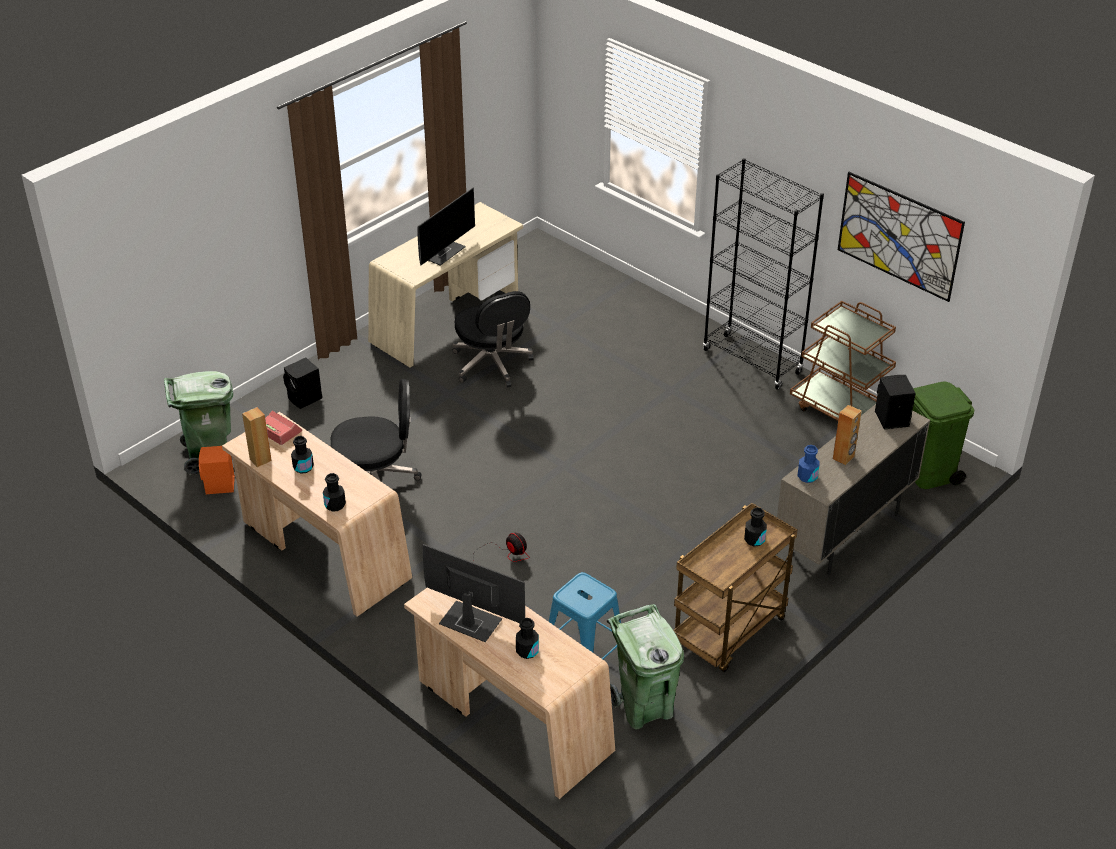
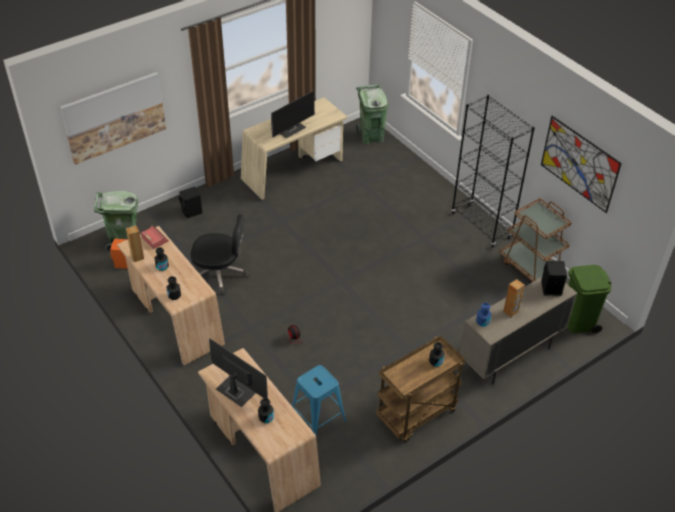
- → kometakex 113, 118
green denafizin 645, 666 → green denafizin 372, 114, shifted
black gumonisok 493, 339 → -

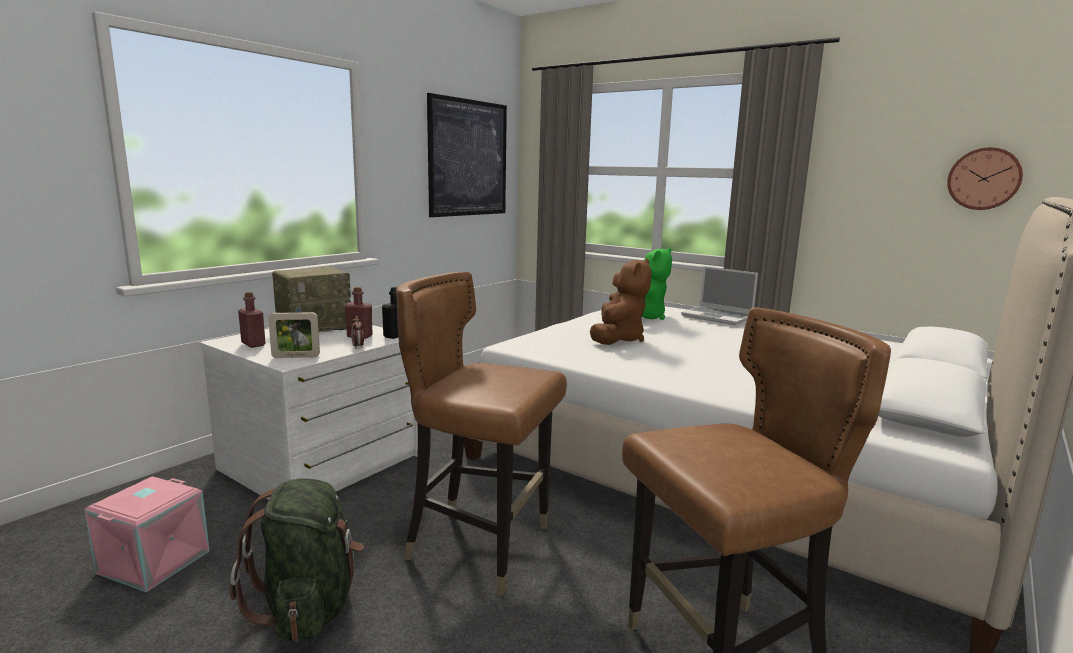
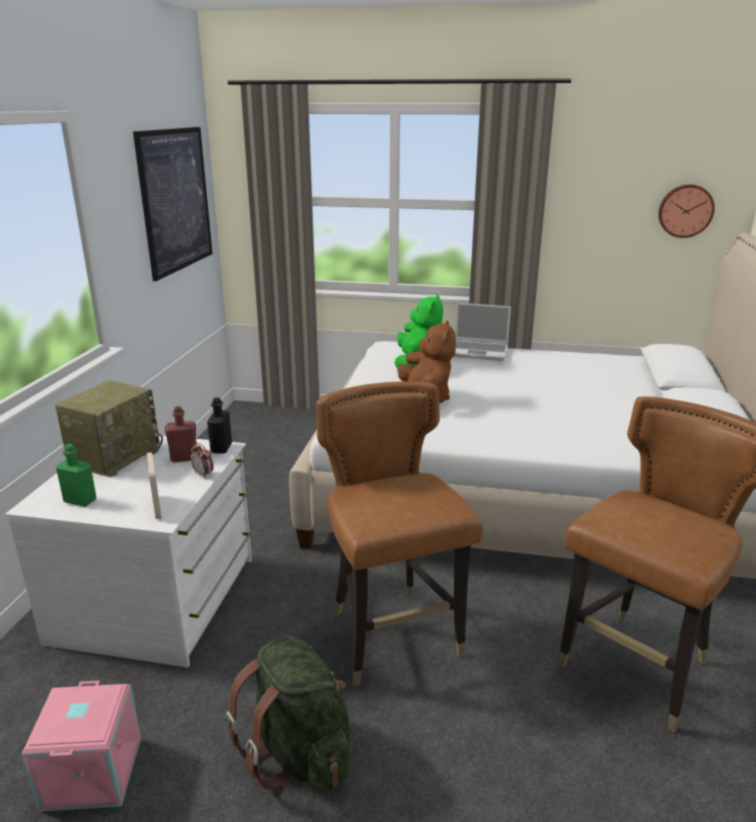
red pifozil 252, 320 → green pifozil 76, 475
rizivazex 294, 335 → rizivazex 153, 486, 75 degrees counterclockwise
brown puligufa 481, 434 → brown puligufa 400, 533, 75 degrees clockwise

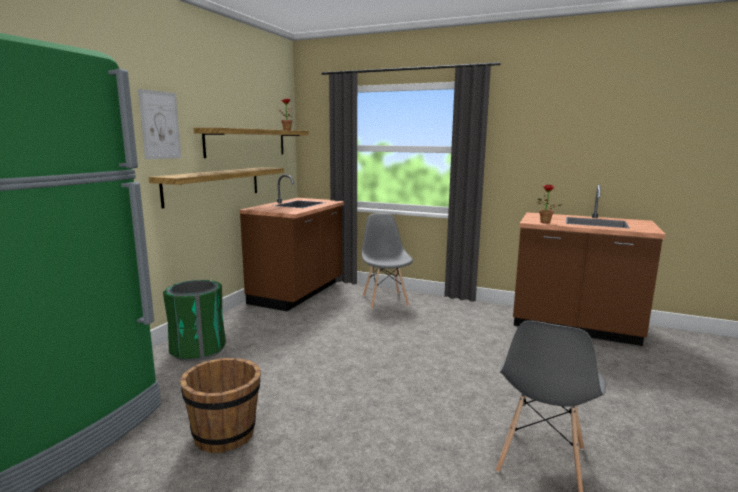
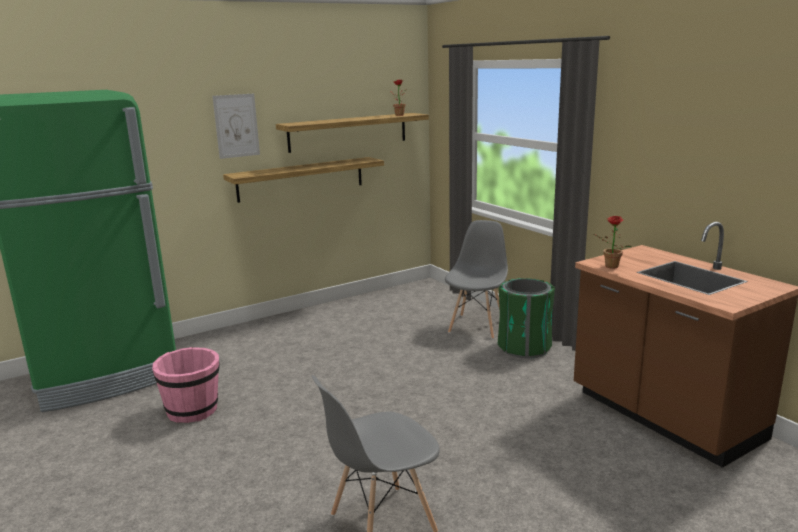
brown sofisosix 220, 405 → pink sofisosix 186, 385
green denafizin 194, 320 → green denafizin 526, 318, shifted
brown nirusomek 291, 243 → -

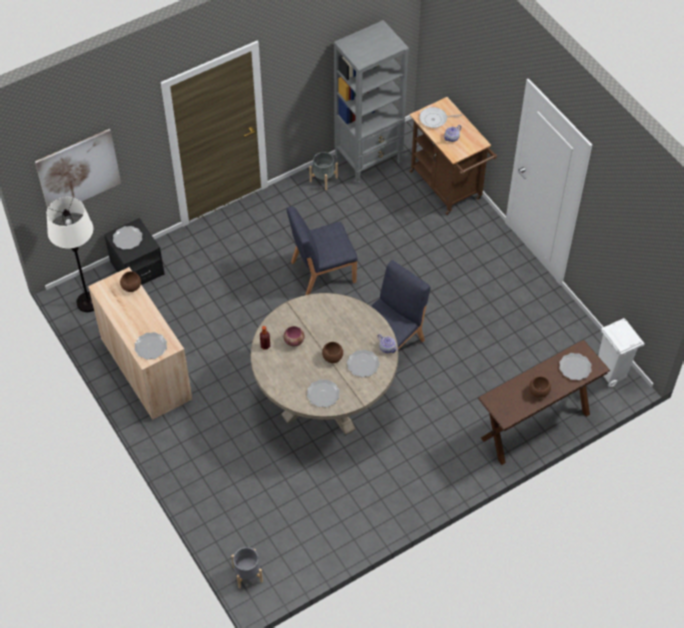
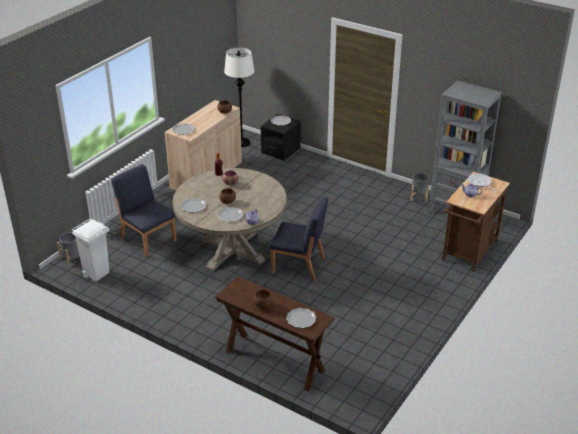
white denafizin 621, 352 → white denafizin 91, 250, shifted
blue puligufa 322, 250 → blue puligufa 144, 210, shifted
kometakex 78, 169 → -

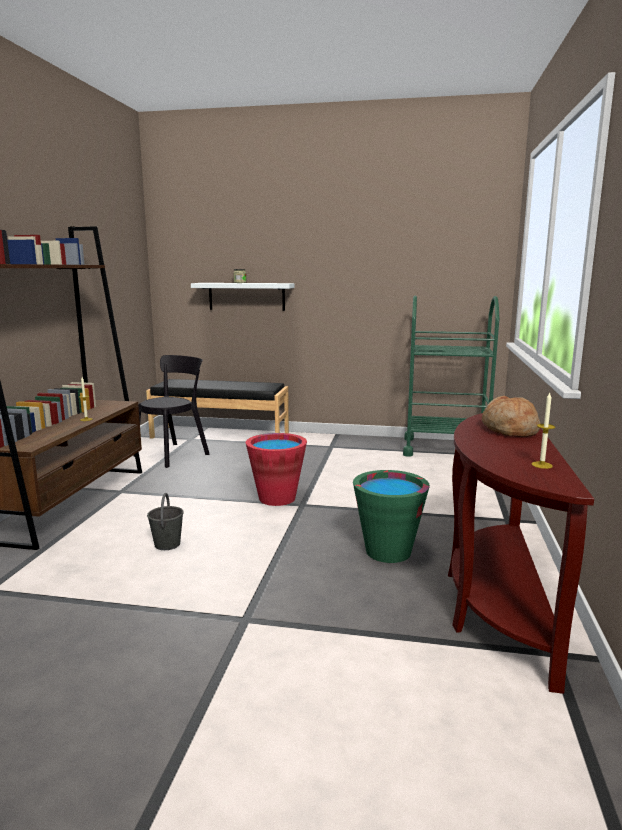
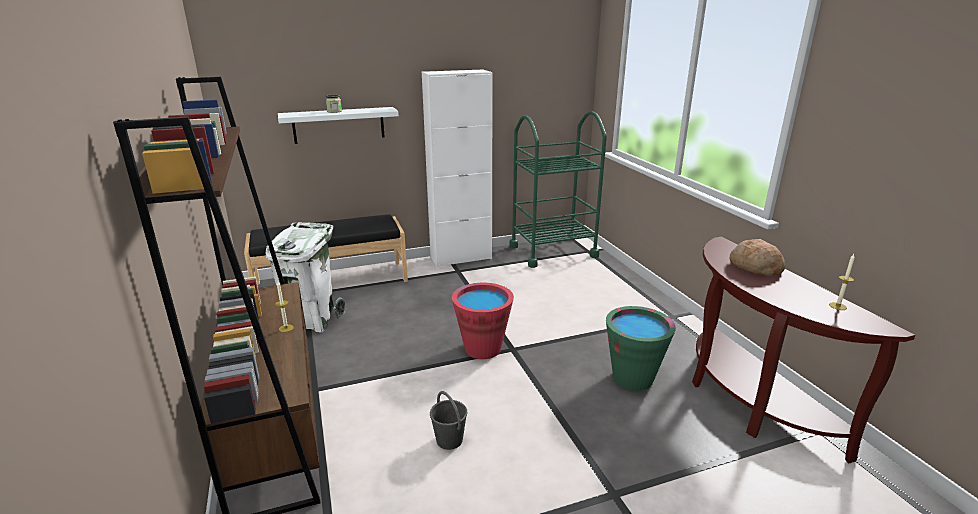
black puligufa 172, 411 → white denafizin 305, 277
- → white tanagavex 457, 168

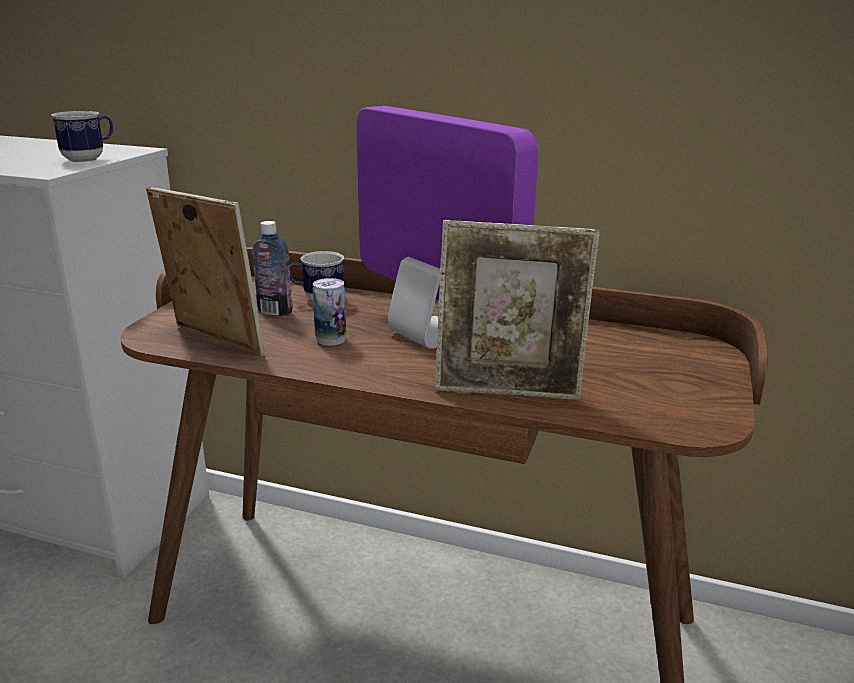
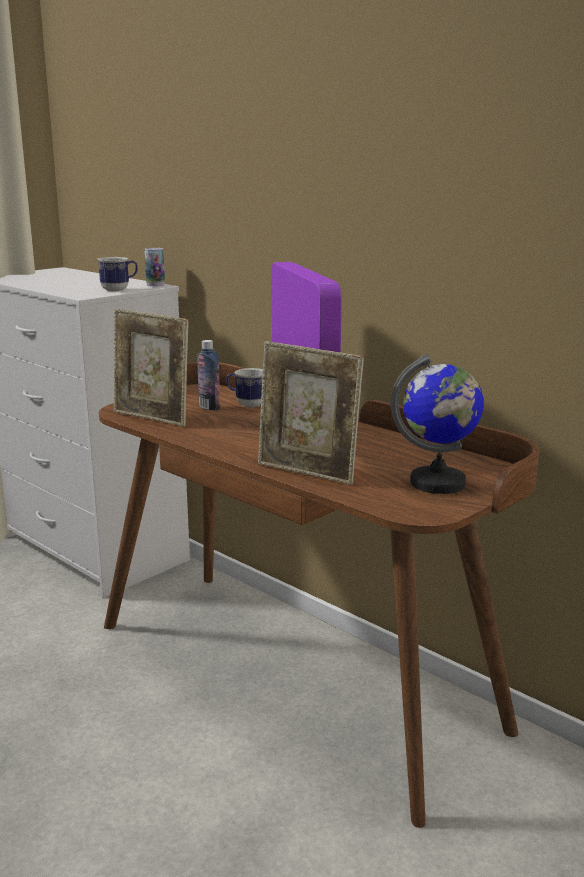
rizivazex 205, 271 → rizivazex 151, 368, 150 degrees clockwise
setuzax 329, 311 → setuzax 154, 267, shifted
- → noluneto 436, 424

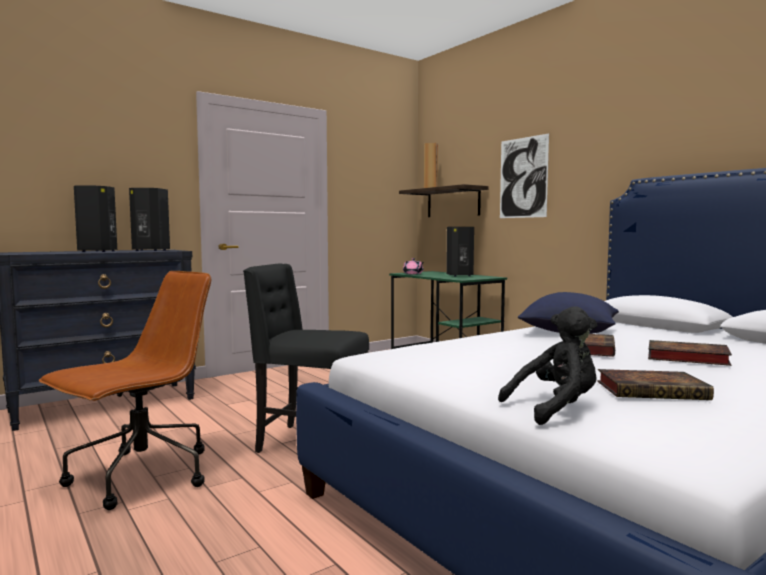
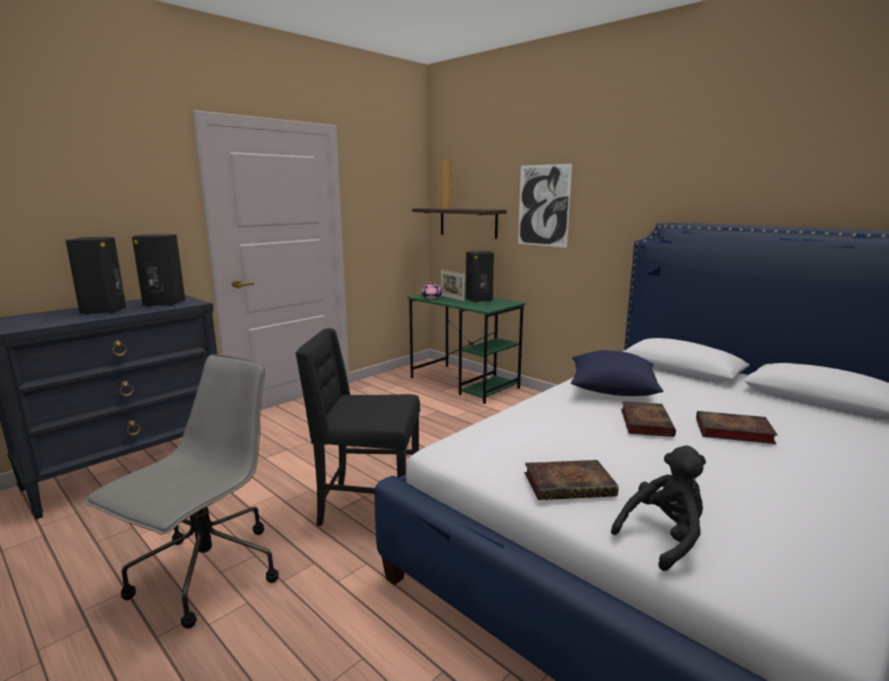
brown gumonisok 125, 390 → grey gumonisok 181, 491
- → rizivazex 453, 285
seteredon 655, 384 → seteredon 571, 480, shifted

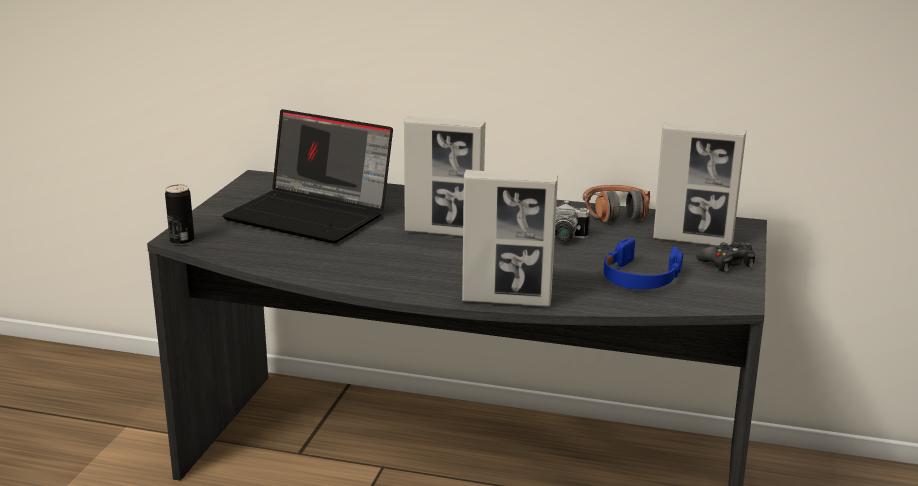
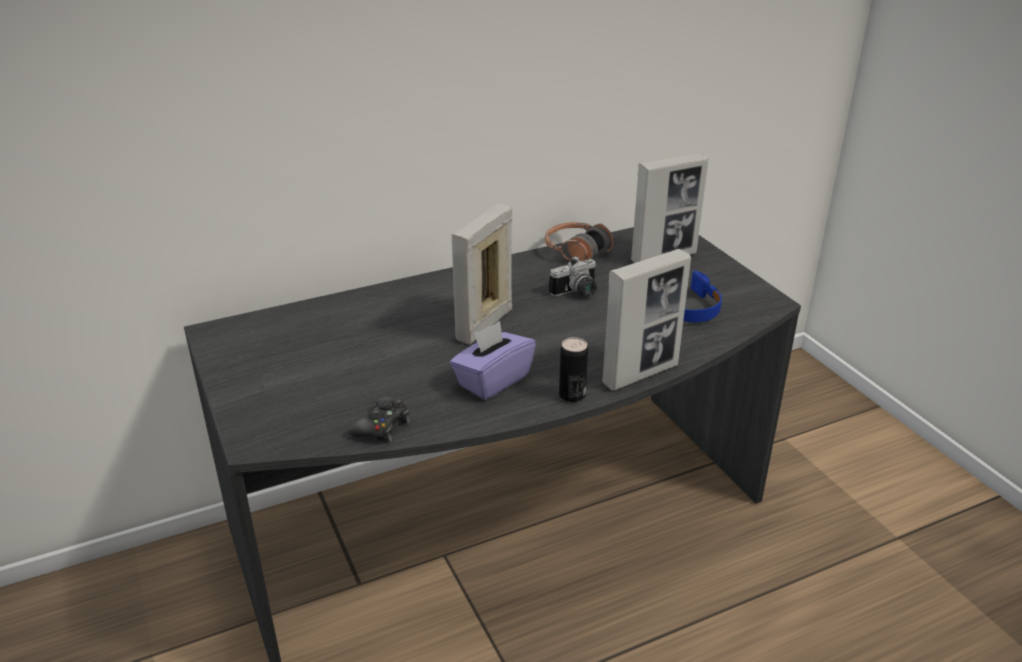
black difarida 725, 257 → black difarida 379, 419, shifted
- → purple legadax 493, 360
rizivazex 445, 176 → rizivazex 482, 274, 150 degrees clockwise
setuzax 179, 214 → setuzax 573, 369, shifted
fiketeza 307, 176 → -

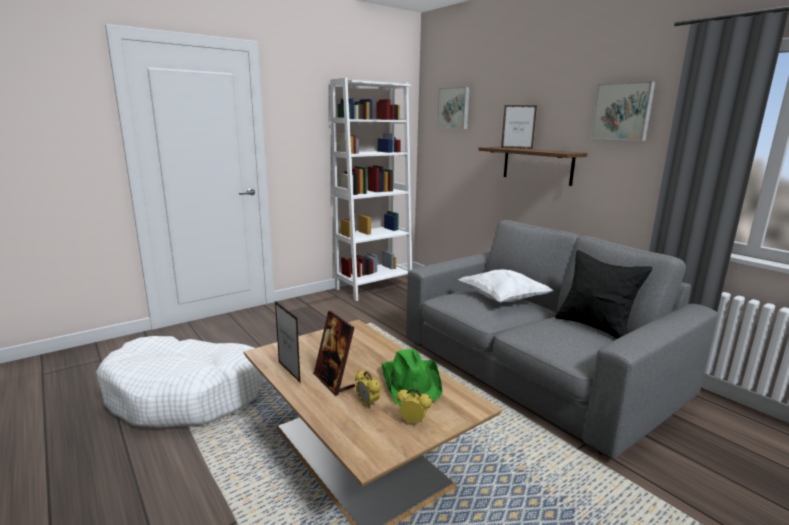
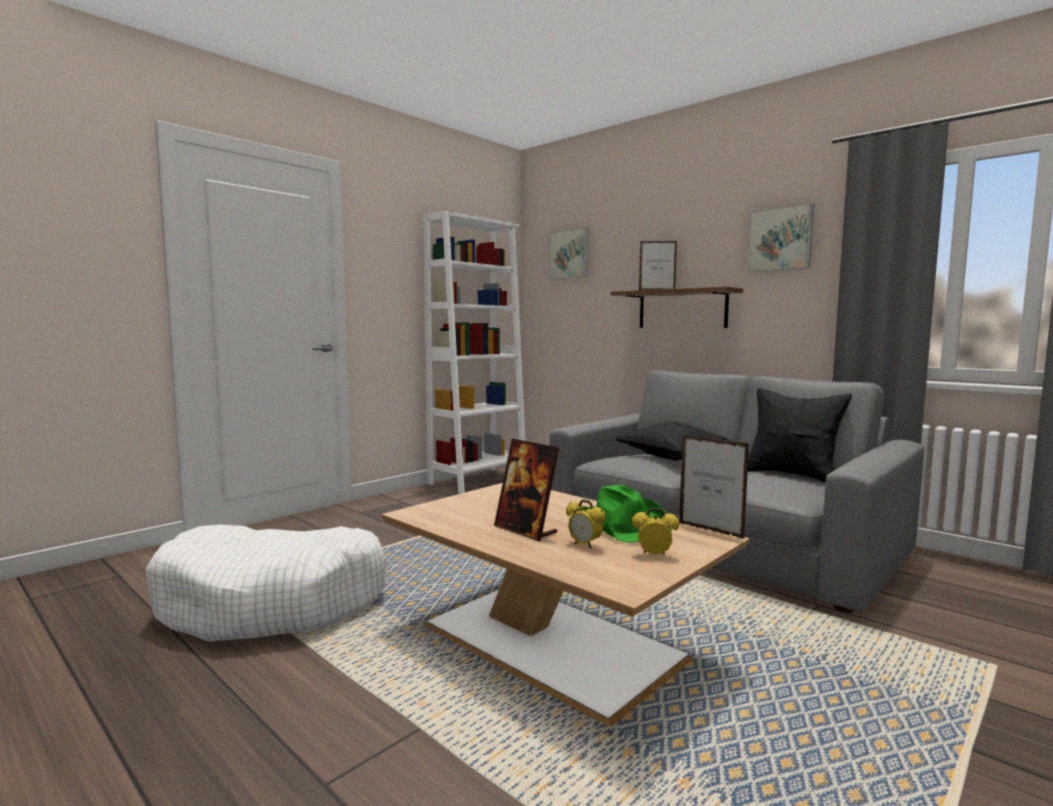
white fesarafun 506, 286 → black fesarafun 672, 441
rizivazex 287, 341 → rizivazex 714, 486, shifted

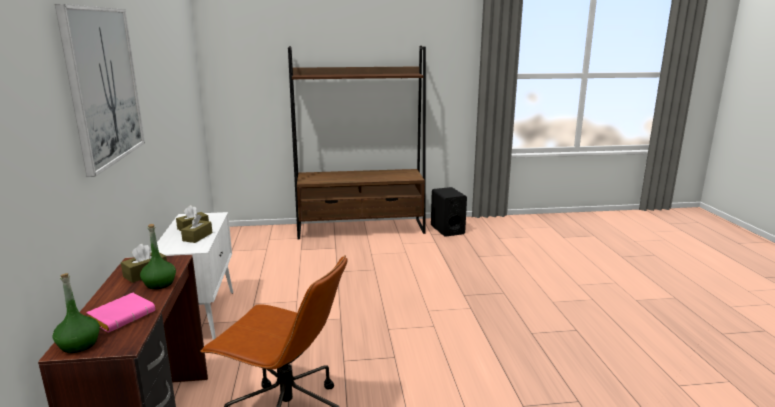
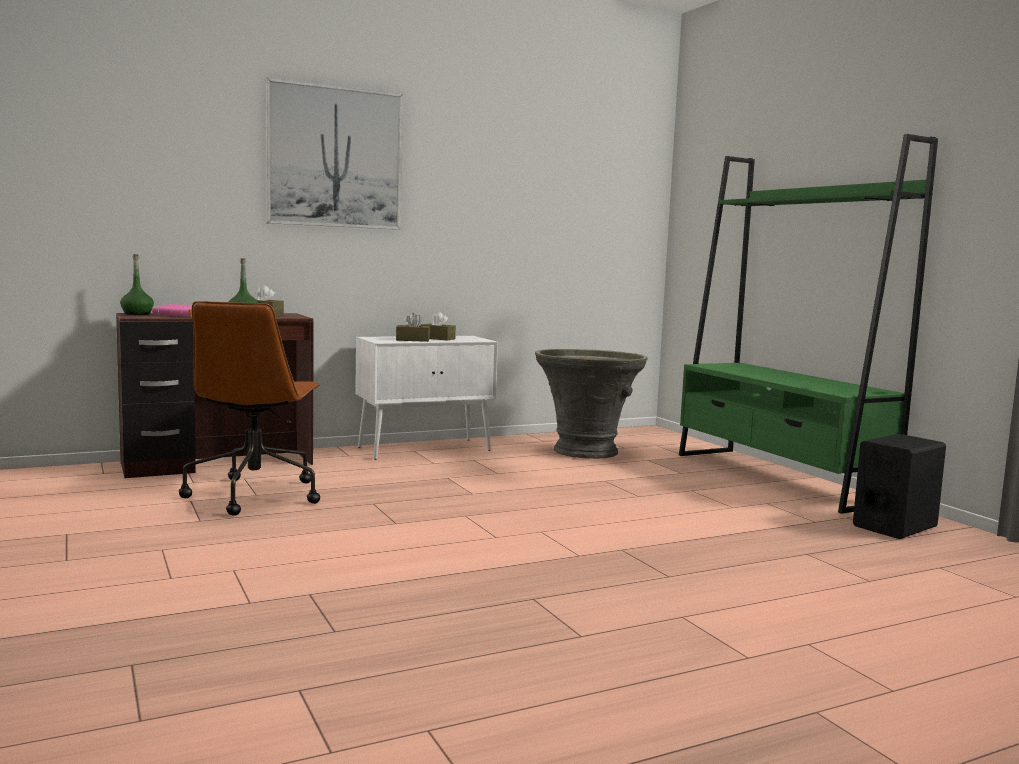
- → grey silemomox 591, 404
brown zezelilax 357, 142 → green zezelilax 808, 324

